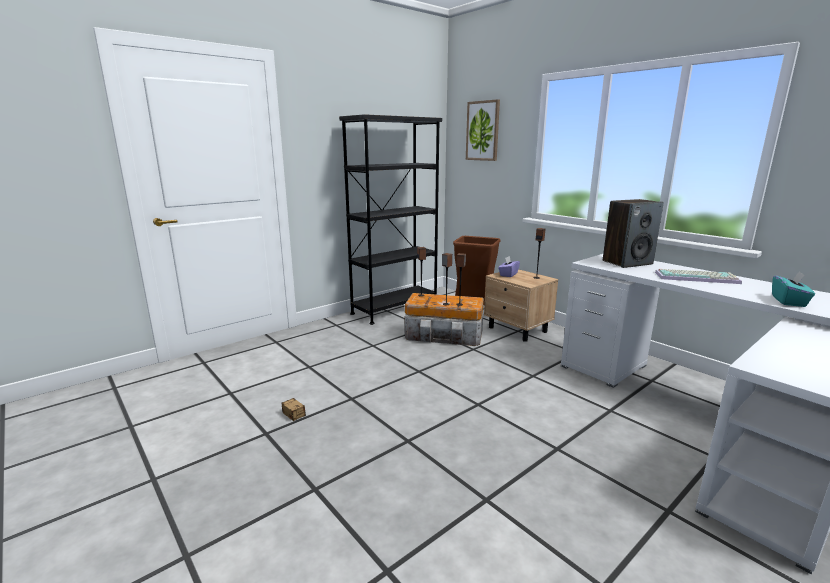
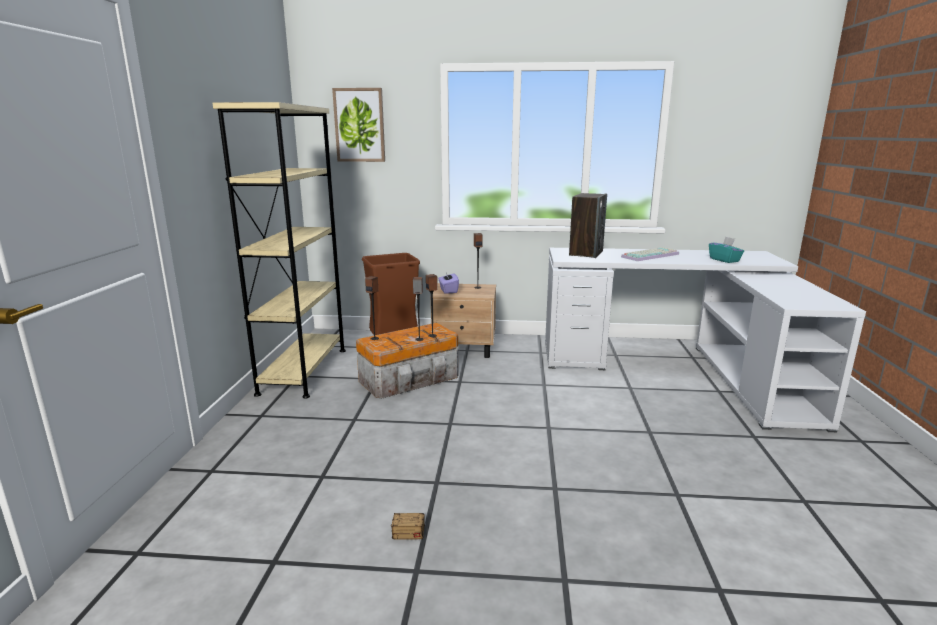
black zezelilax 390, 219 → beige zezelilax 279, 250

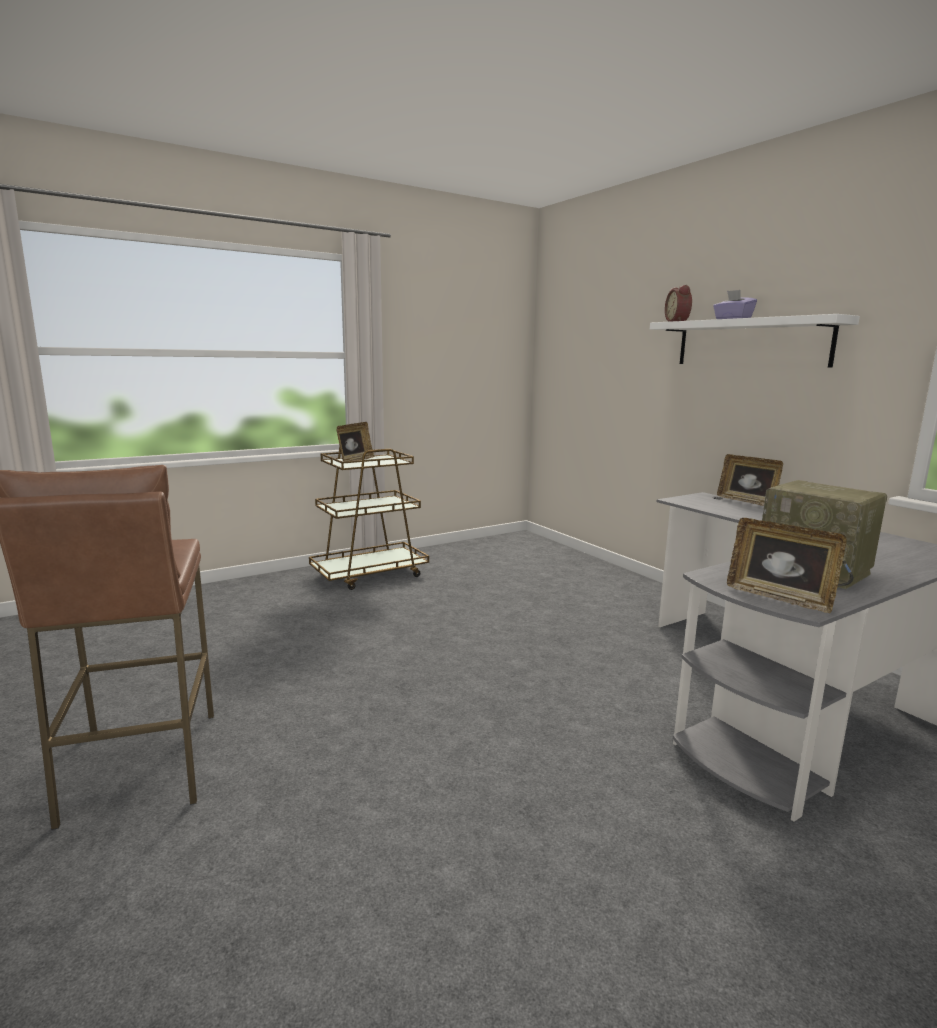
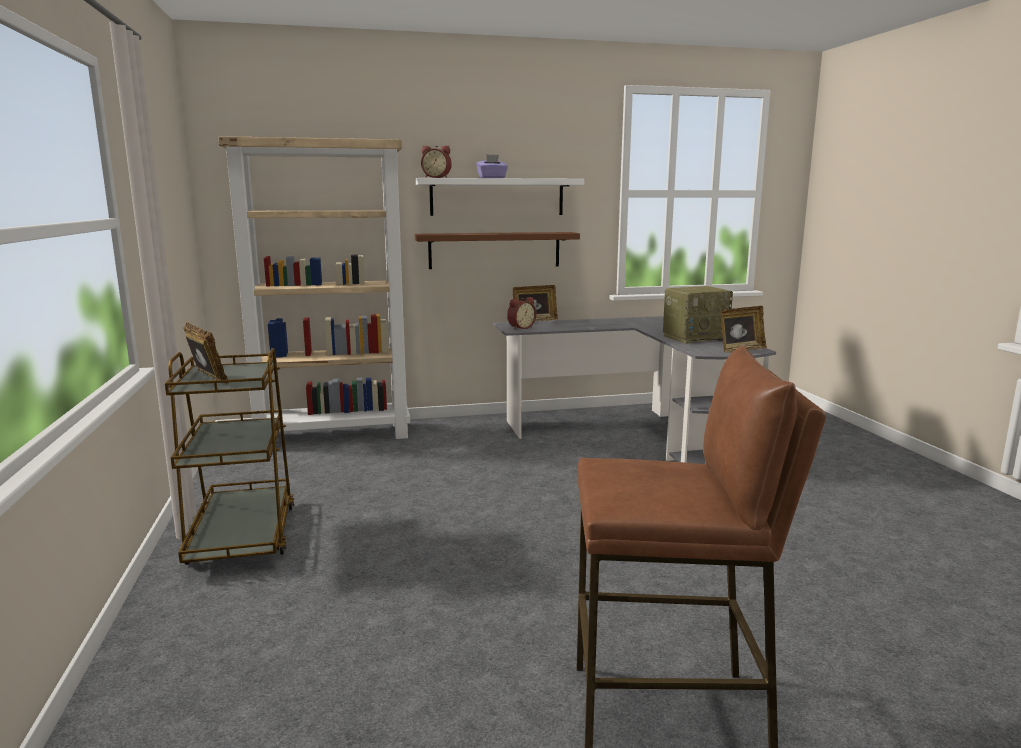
- → beige zezelilax 314, 287
- → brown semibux 497, 250
- → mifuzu 522, 313

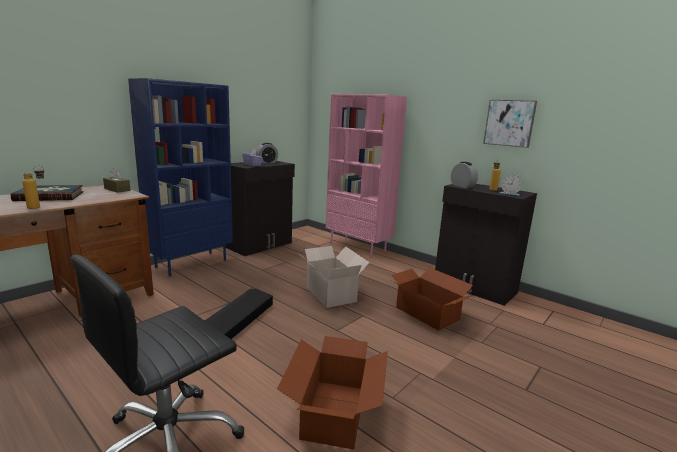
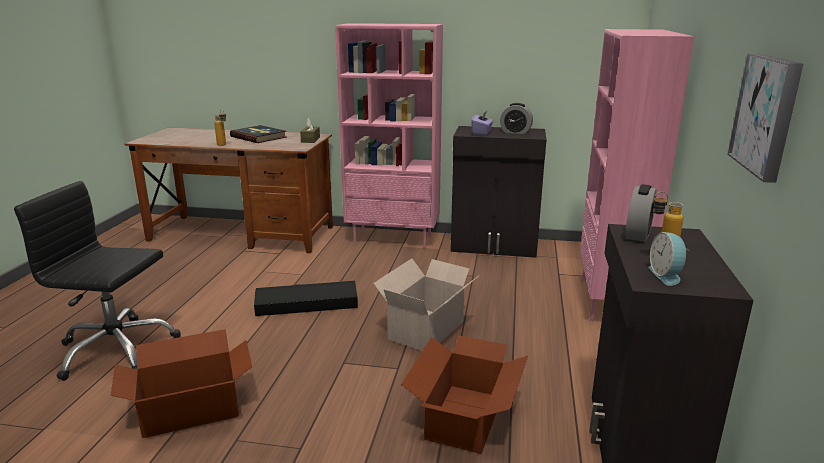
blue zezelilax 180, 177 → pink zezelilax 389, 135

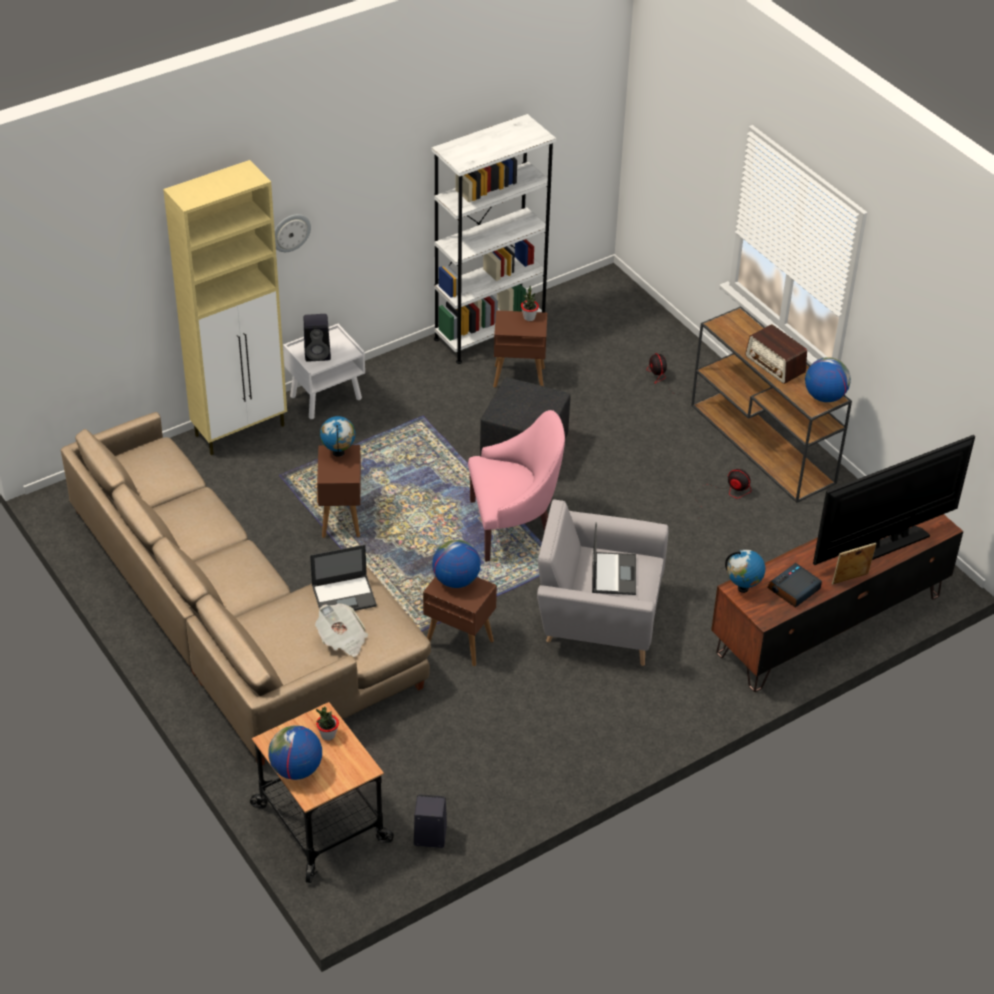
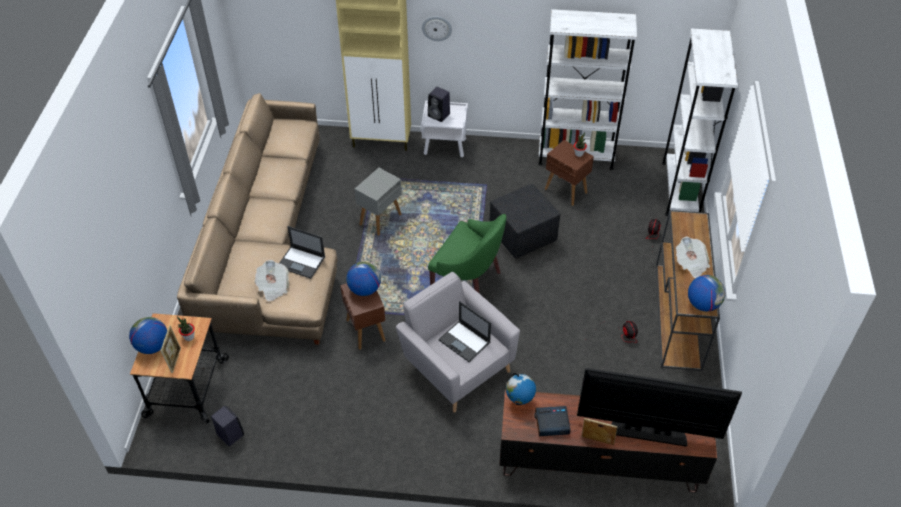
- → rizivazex 171, 349
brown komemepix 339, 491 → grey komemepix 378, 202
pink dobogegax 516, 486 → green dobogegax 467, 254
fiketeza 614, 558 → fiketeza 464, 331, 90 degrees clockwise
- → white zezelilax 700, 122
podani 776, 354 → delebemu 693, 257
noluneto 337, 436 → -

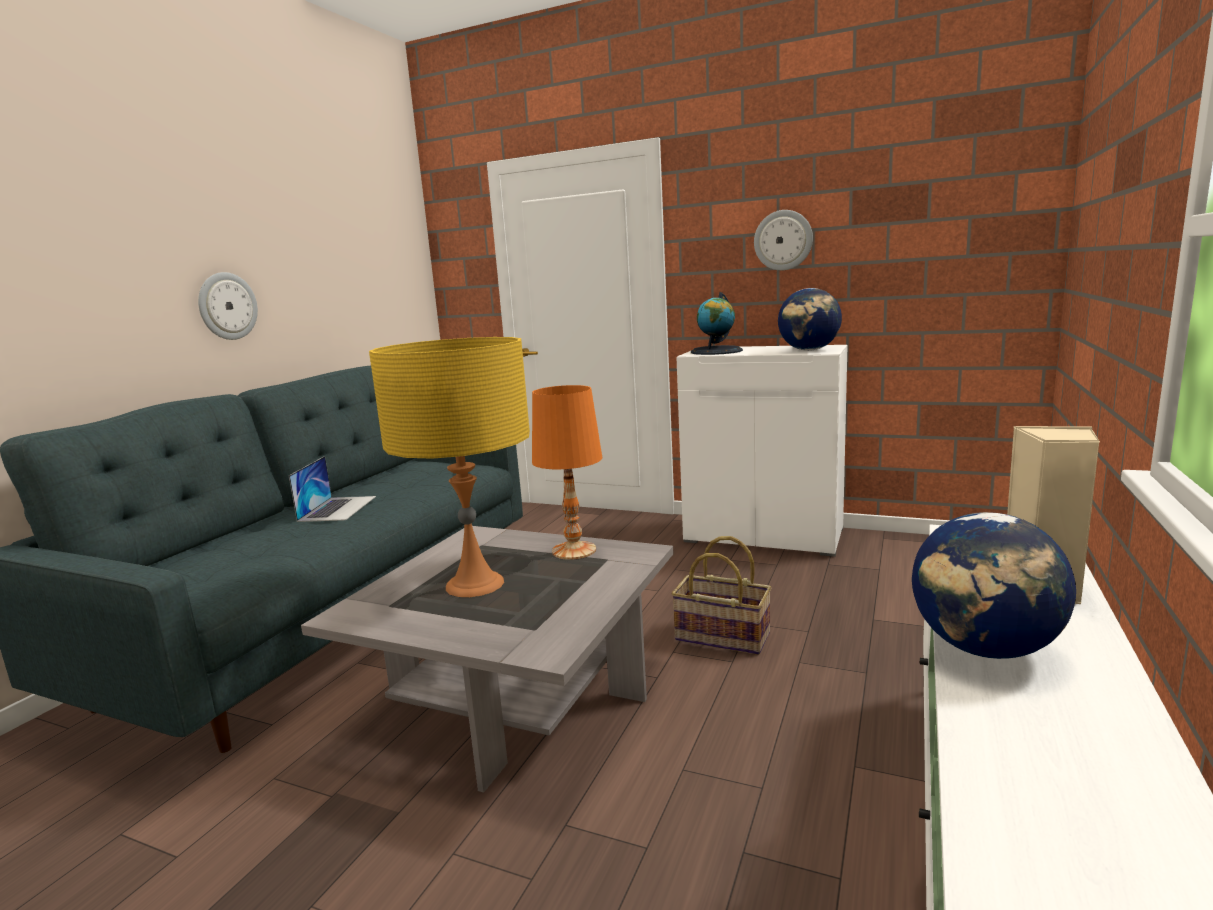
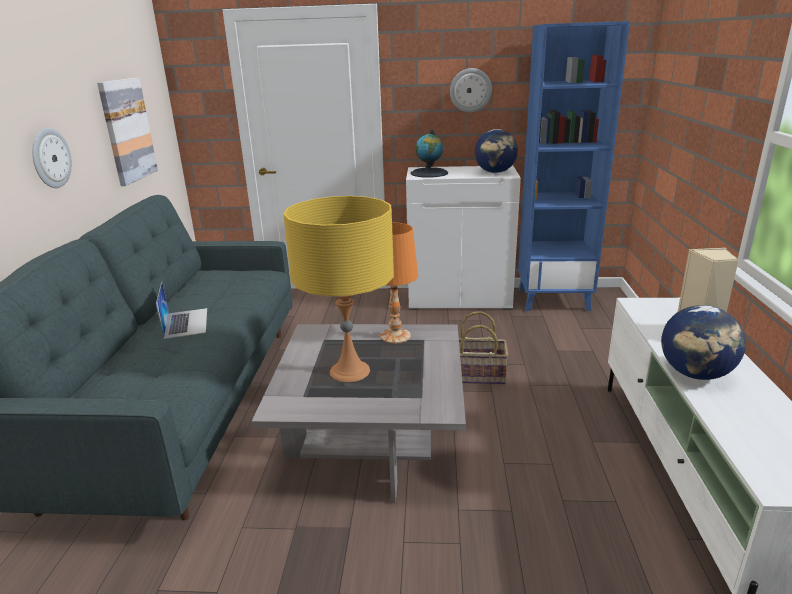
- → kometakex 127, 131
- → blue zezelilax 574, 166

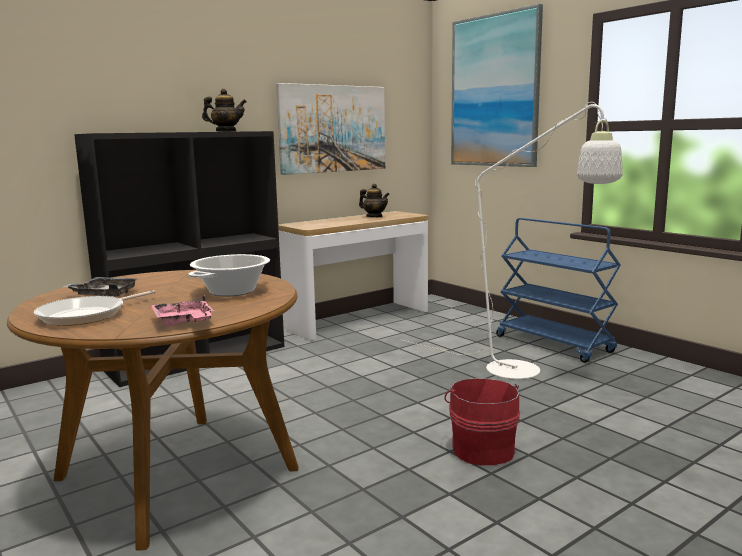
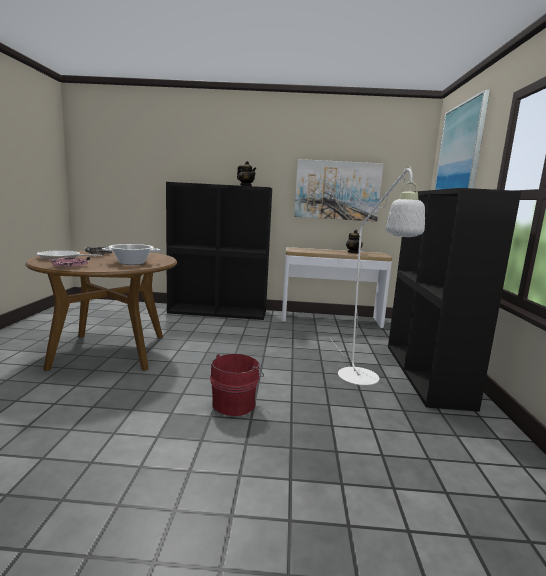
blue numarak 558, 290 → black zezelilax 454, 300

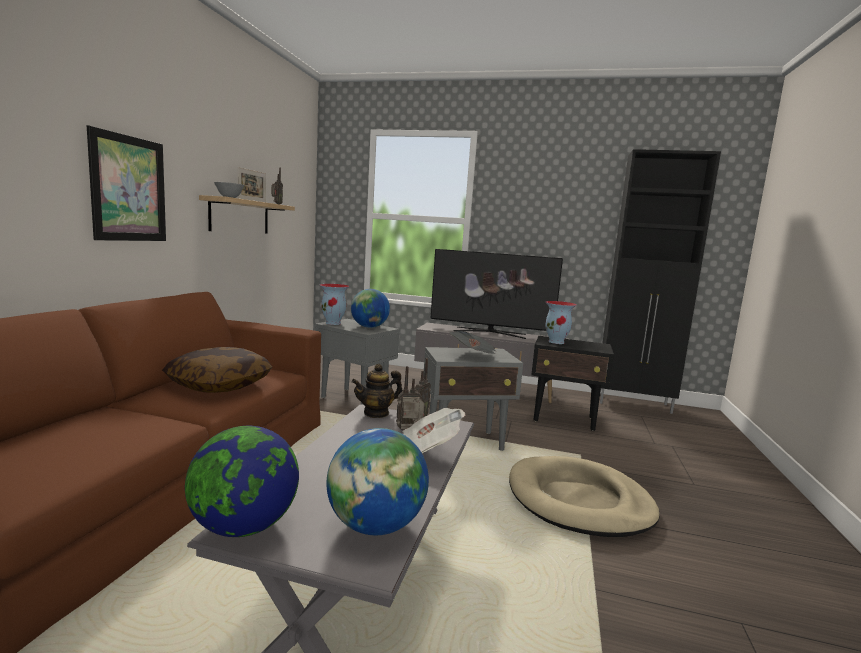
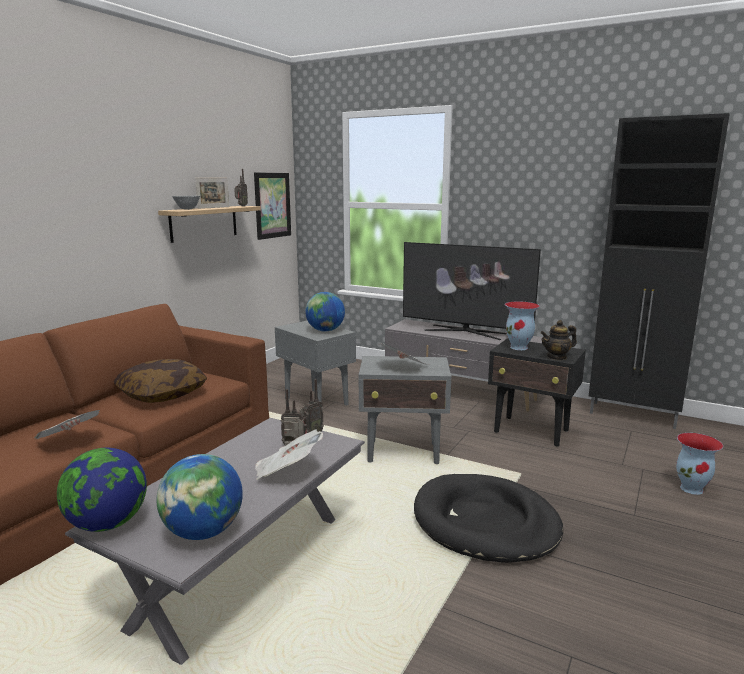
- → delebemu 67, 425
kometakex 126, 183 → kometakex 272, 206, shifted
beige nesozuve 584, 496 → black nesozuve 488, 518
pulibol 377, 391 → pulibol 558, 340, shifted
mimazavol 334, 304 → mimazavol 699, 464, shifted

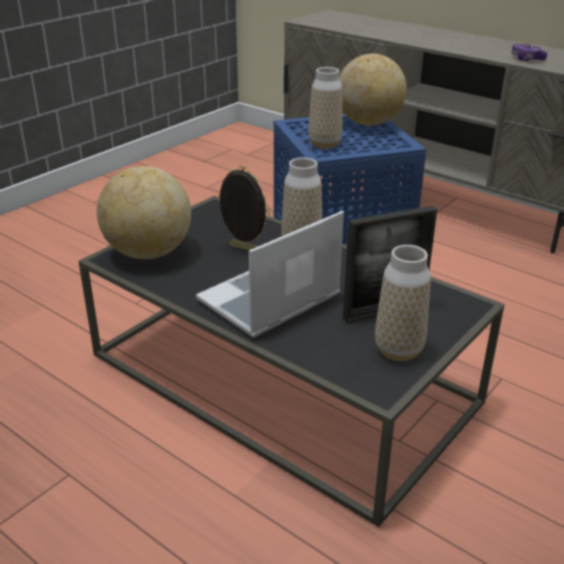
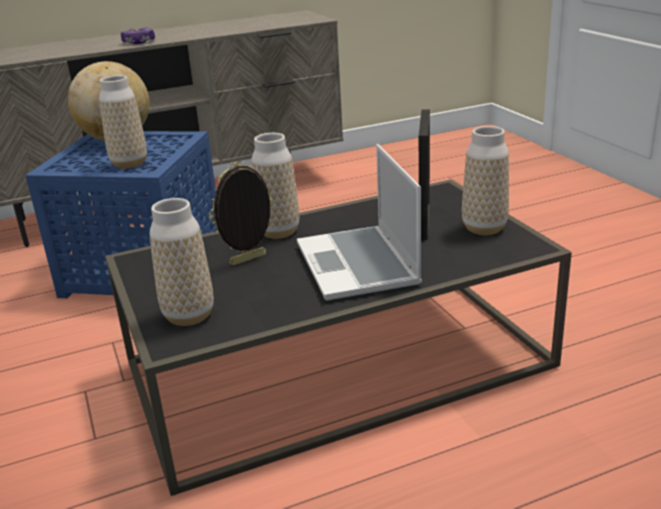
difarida 529, 52 → difarida 138, 35, shifted
noluneto 144, 212 → mimazavol 182, 262

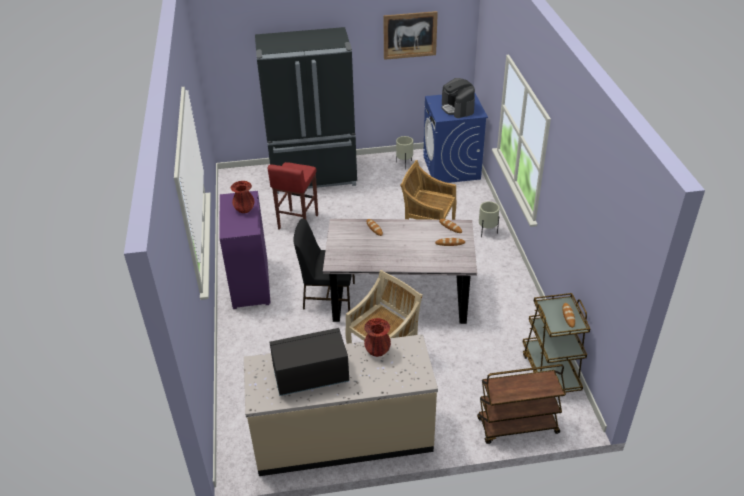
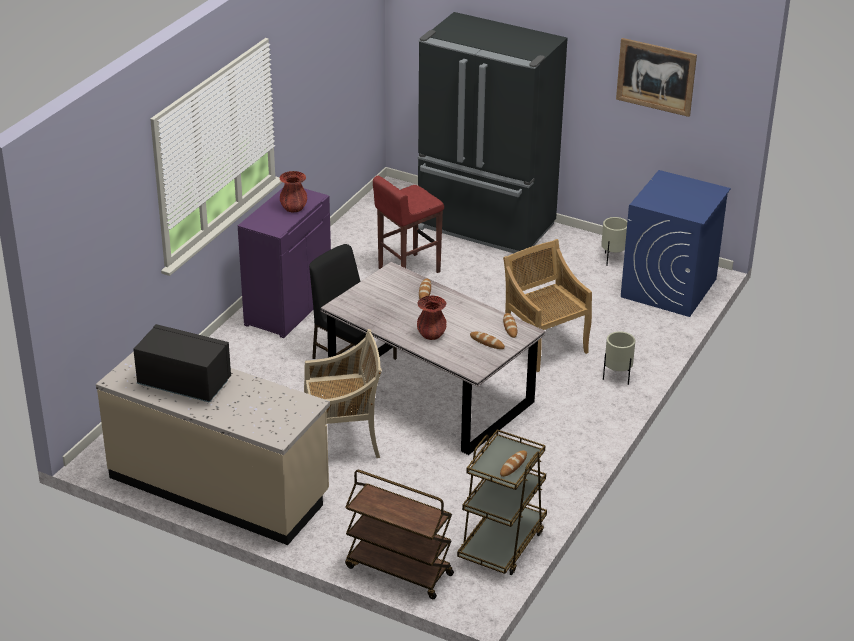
red mimazavol 377, 337 → red mimazavol 432, 317, shifted
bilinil 458, 98 → -

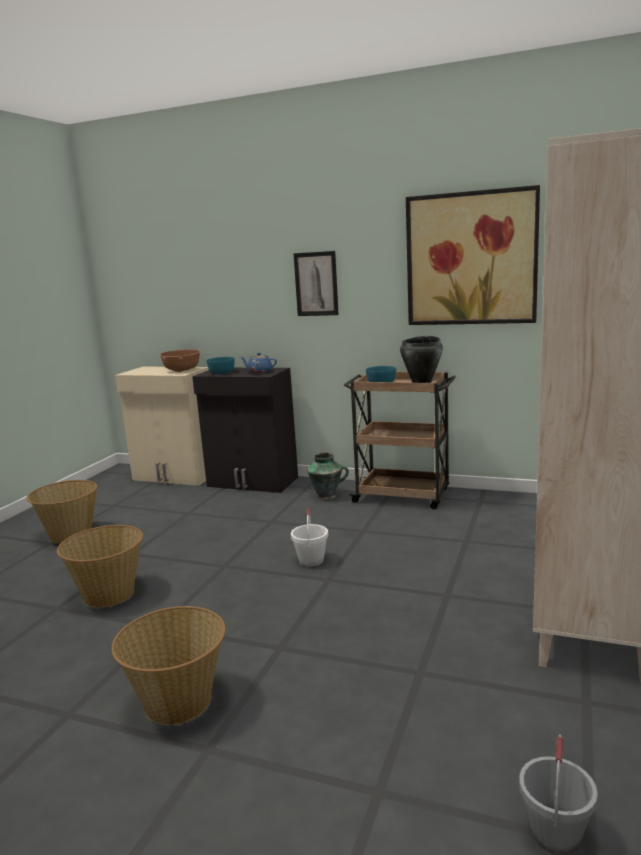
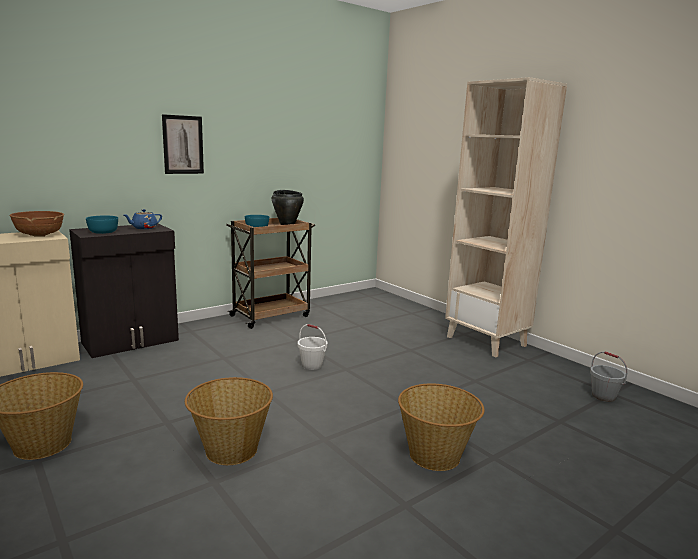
mimazavol 328, 476 → -
kometakex 473, 255 → -

